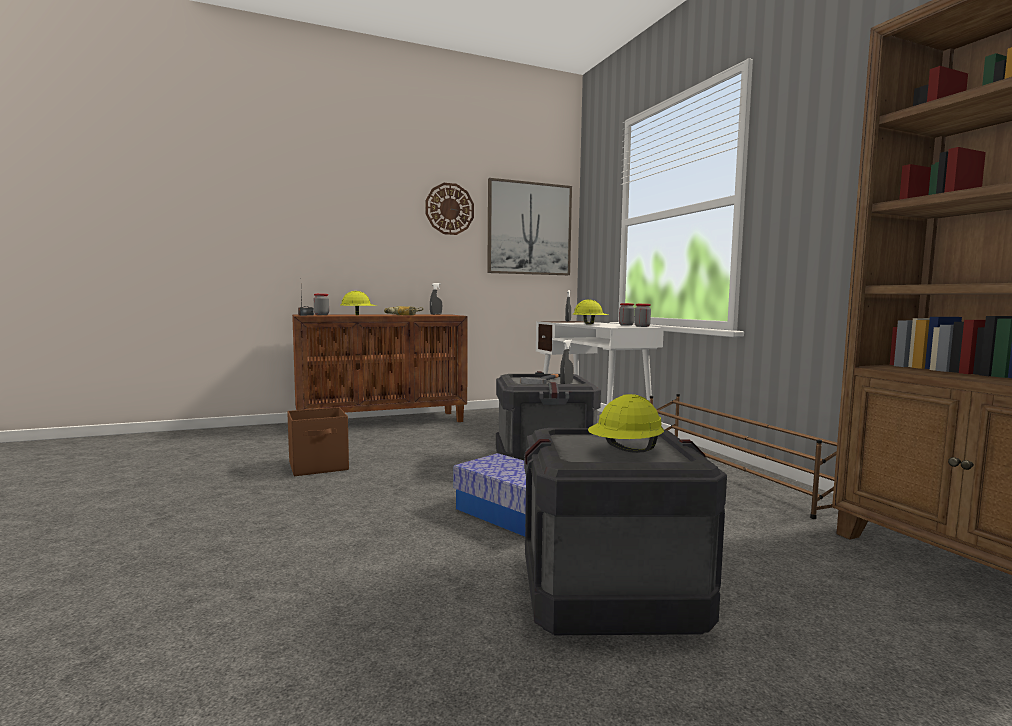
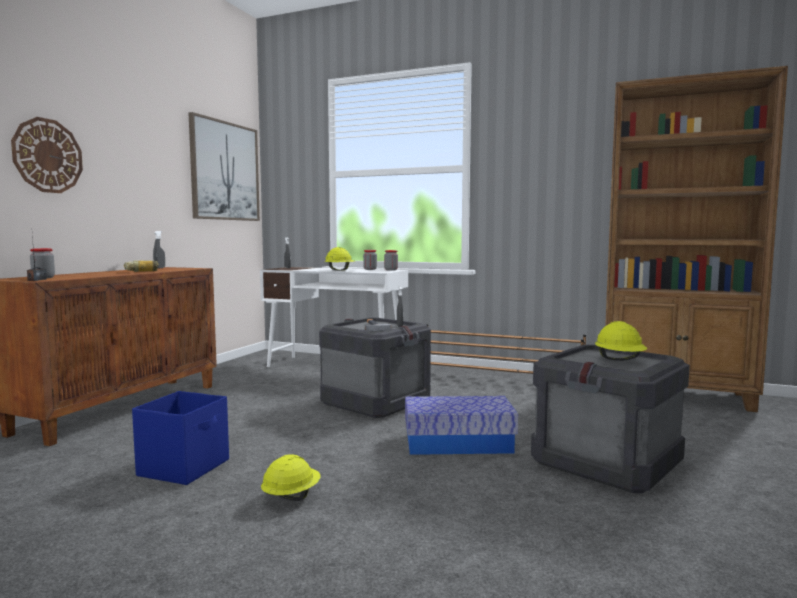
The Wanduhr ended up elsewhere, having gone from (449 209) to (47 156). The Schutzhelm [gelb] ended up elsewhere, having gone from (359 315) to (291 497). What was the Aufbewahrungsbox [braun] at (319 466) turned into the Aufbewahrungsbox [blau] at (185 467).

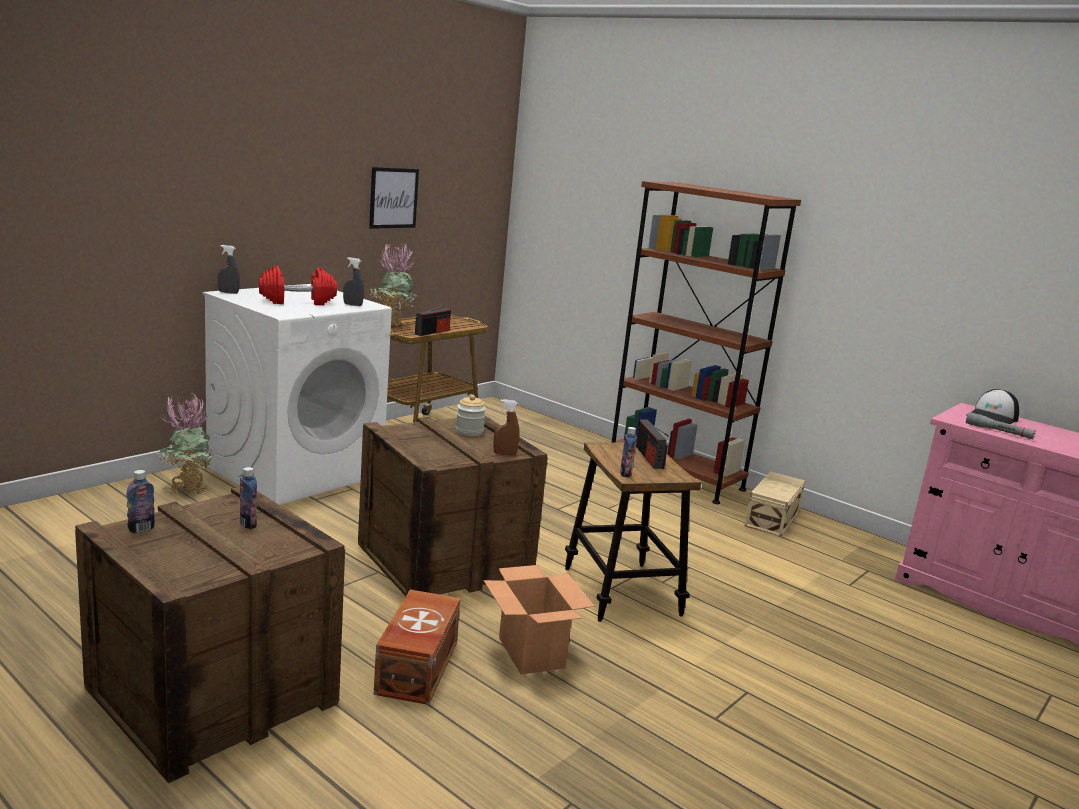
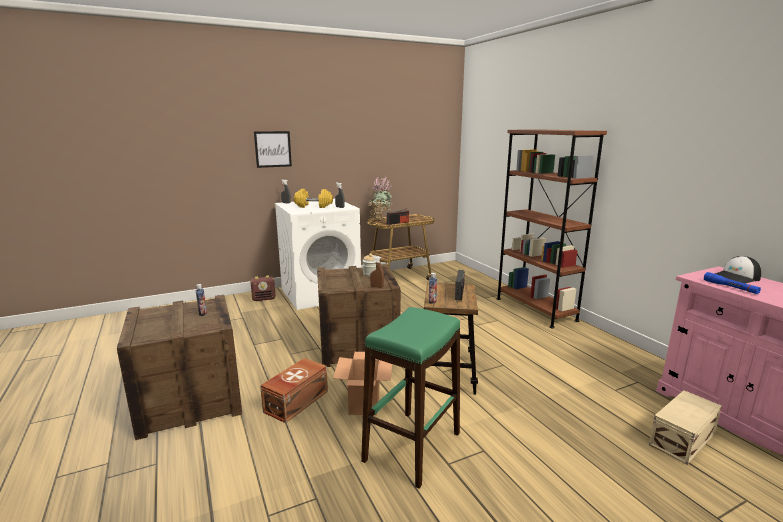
The Bild ended up elsewhere, having gone from (393 198) to (273 149). What was the Hantel [rot] at (298 301) turned into the Hantel [gelb] at (314 206). Where the Topfpflanze stood at (186 489), the Radio came to stand at (264 299). What was the Taschenlampe [grau] at (998 432) turned into the Taschenlampe [blau] at (730 287). The second view lost the Flasche at (141 529). The Aufbewahrungsbox [beige] ended up elsewhere, having gone from (773 519) to (683 439). The second view gained the Hocker [grün] at (412 447).

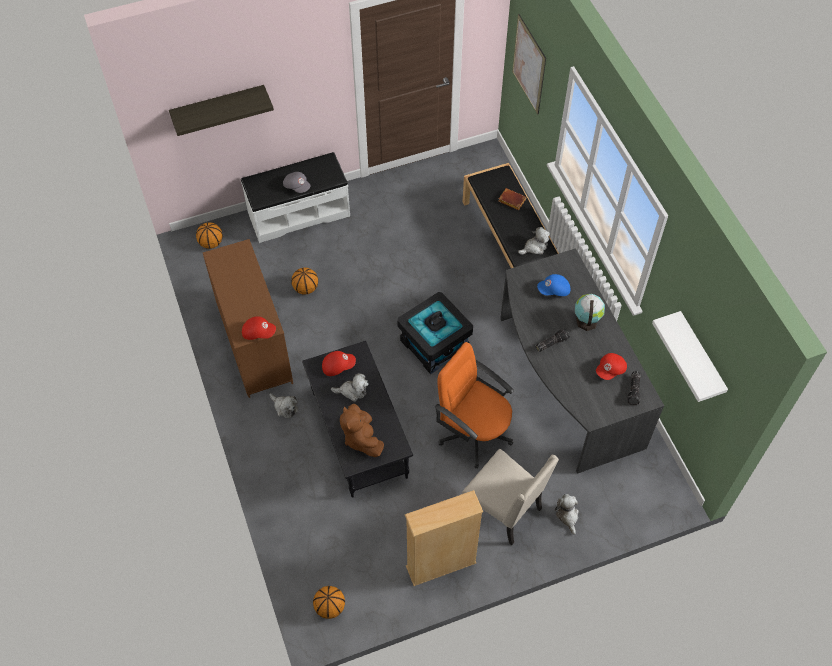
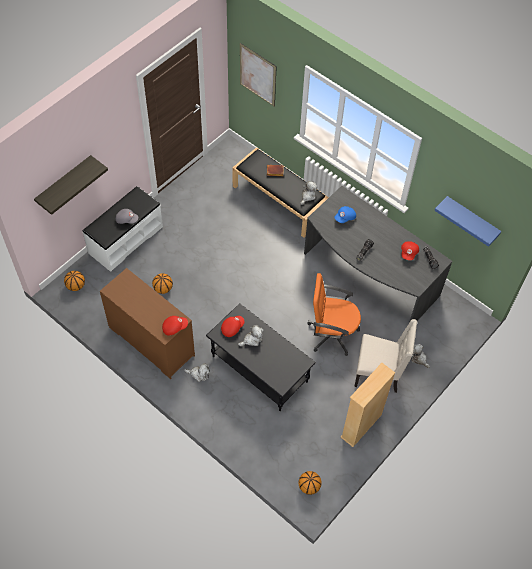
The second view lost the Aufbewahrungsbox [schwarz] at (434 344). The second view lost the Globus at (586 320). What was the Wandregal [weiß] at (700 357) turned into the Wandregal [blau] at (471 219). The second view lost the Plüschtier [braun] at (361 438).

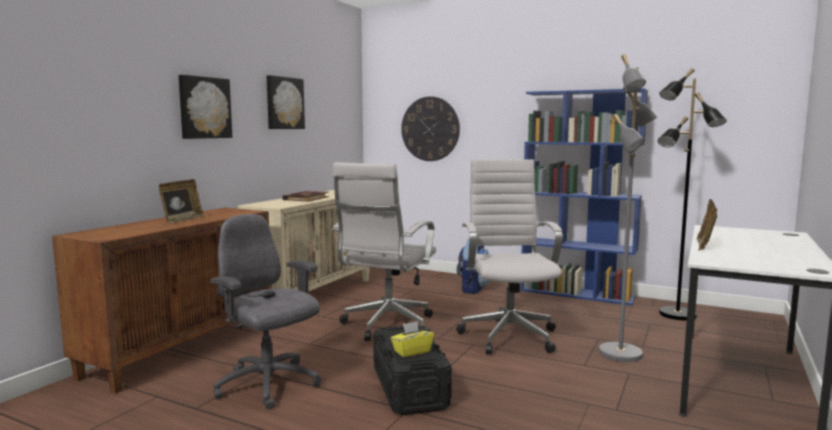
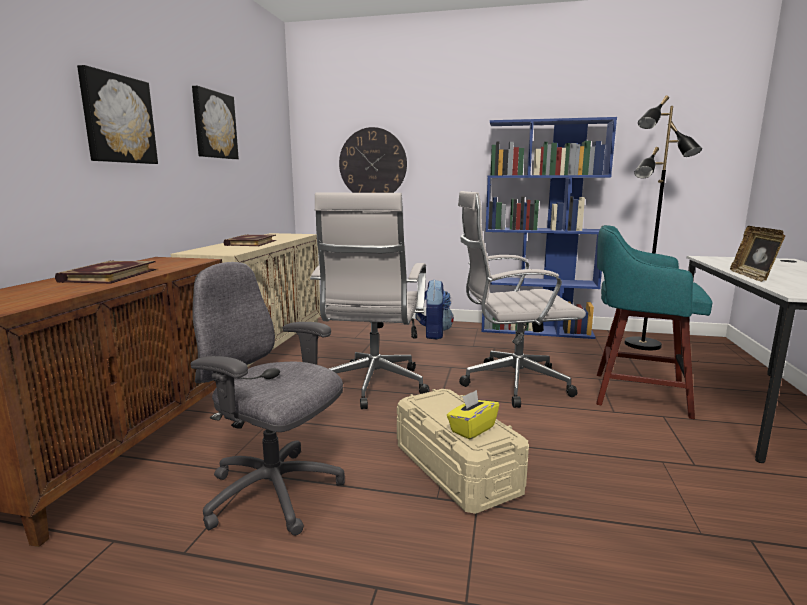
Where the Stehlampe [grau] stood at (621 354), the Hocker [türkis] came to stand at (636 393). The Bürostuhl [weiß] at (508 335) ended up facing another way, 75 degrees counterclockwise from before. Where the Bilderrahmen stood at (182 220), the Buch came to stand at (108 275). What was the Aufbewahrungsbox [schwarz] at (409 388) turned into the Aufbewahrungsbox [beige] at (456 469).

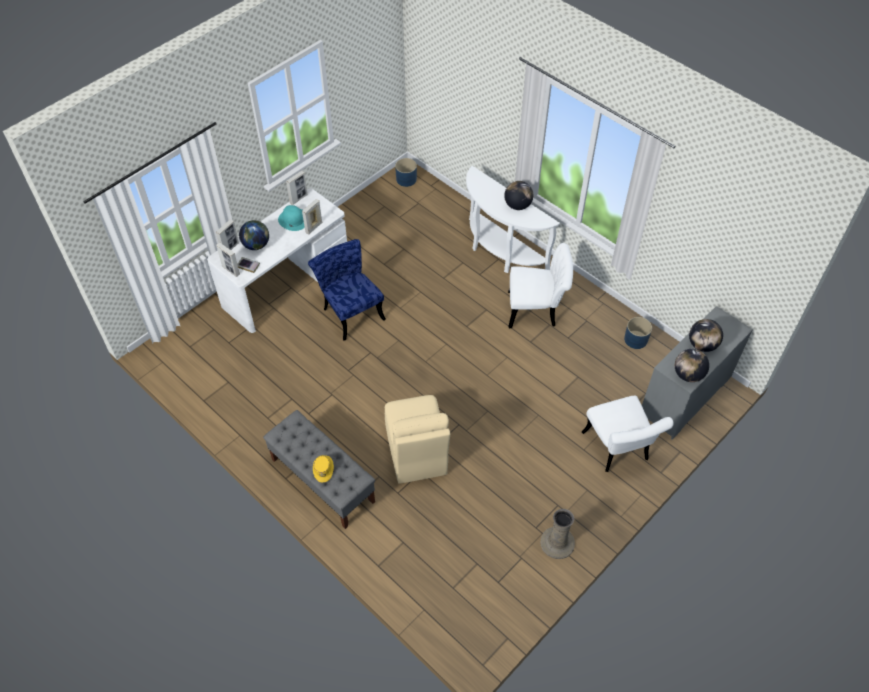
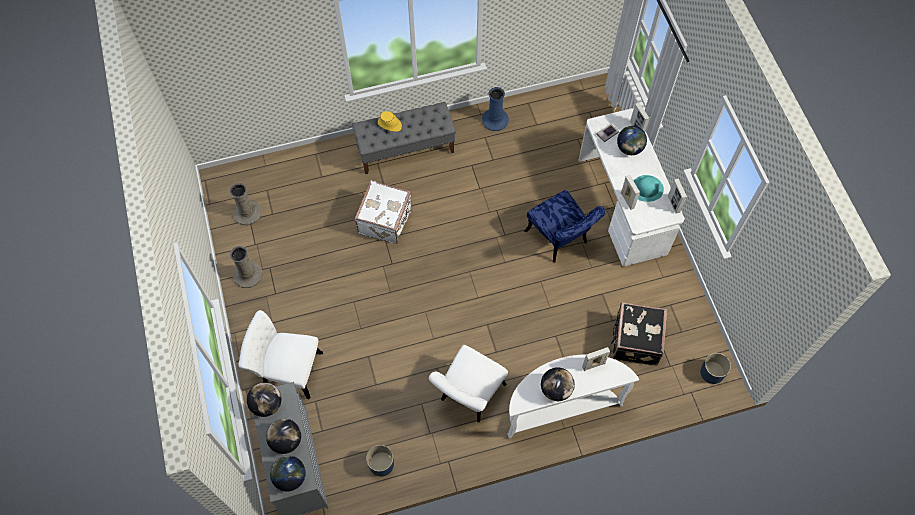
The Stuhl [blau] at (350 311) ended up facing another way, 60 degrees clockwise from before. The Bilderrahmen ended up elsewhere, having gone from (231 270) to (593 365). Where the Stuhl [beige] stood at (416 453), the Koffer [weiß] came to stand at (386 220). The second view gained the Vase [blau] at (495 120). The second view gained the Vase [beige] at (247 212). The second view gained the Koffer [schwarz] at (635 341). The second view gained the Globus at (290 477).

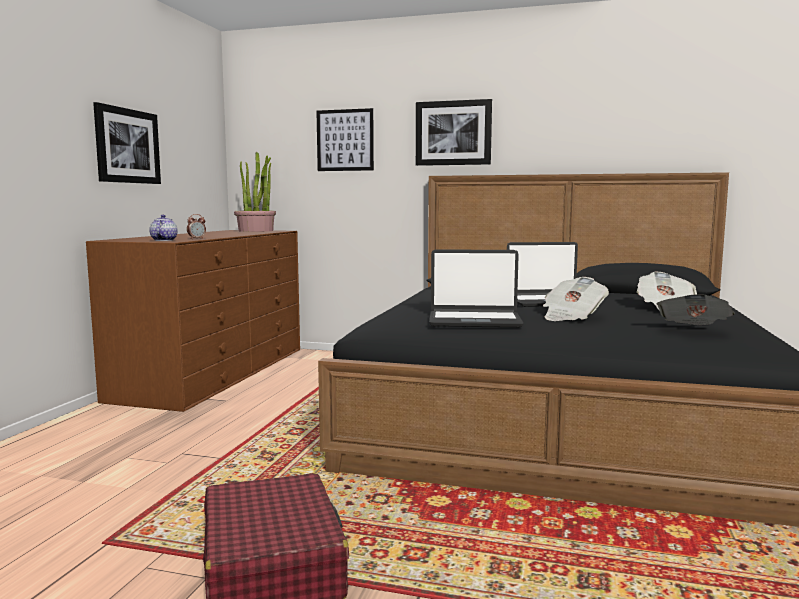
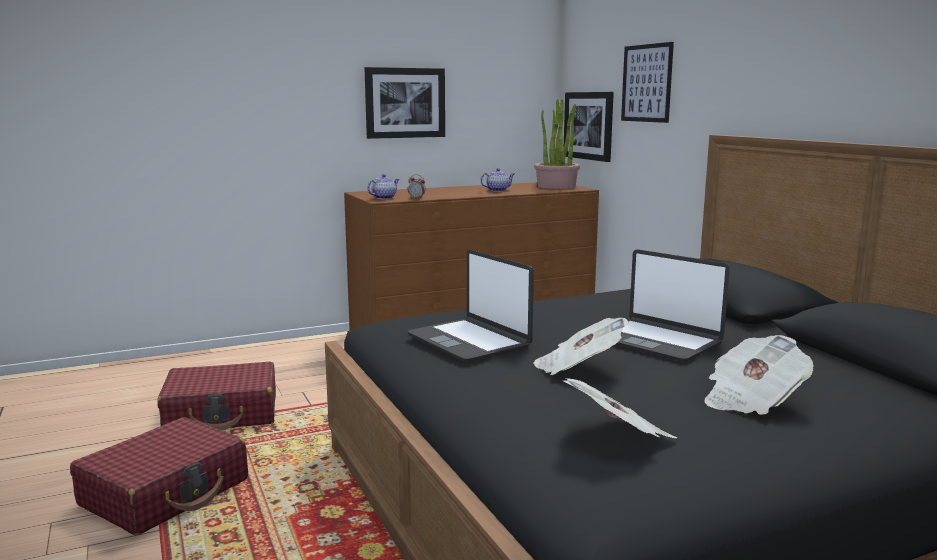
The Bild ended up elsewhere, having gone from (453 133) to (588 125). The second view gained the Teekanne at (498 190). The second view gained the Koffer [rot] at (222 413).

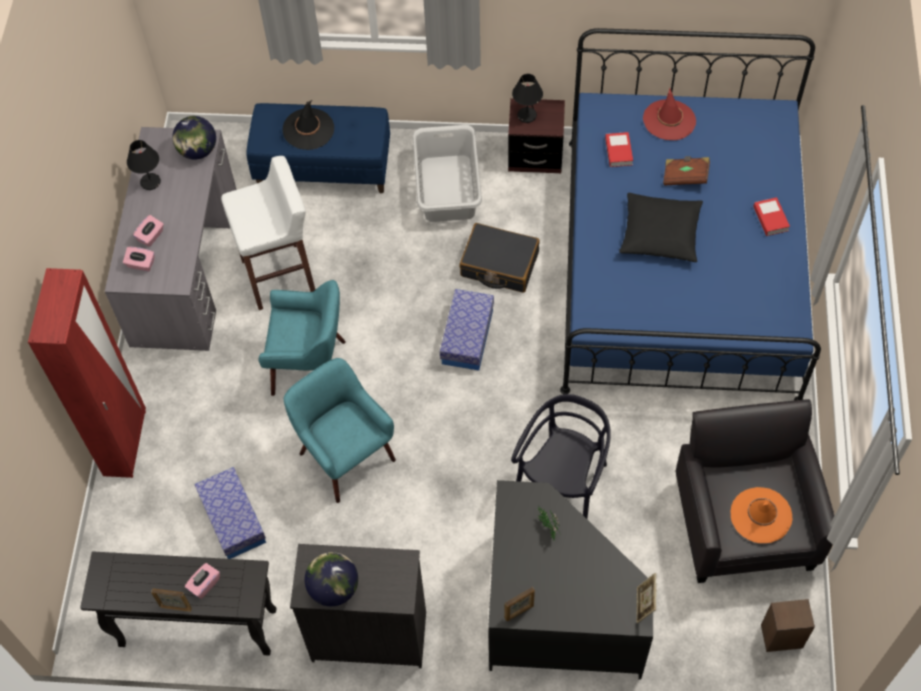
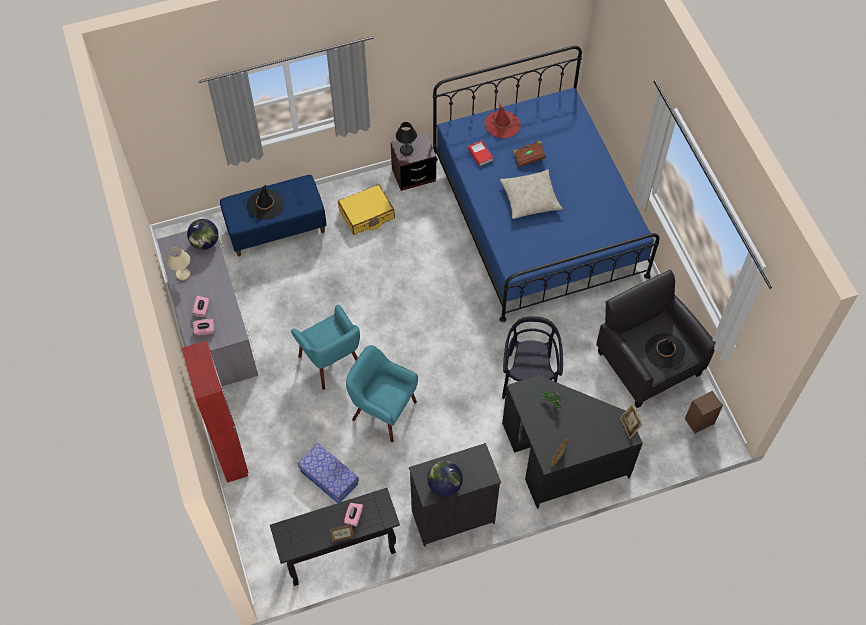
Where the Wäschekorb [grau] stood at (448 188), the Koffer [gelb] came to stand at (366 214). What was the Tischlampe [schwarz] at (151 182) turned into the Tischlampe [beige] at (183 274). The second view lost the Hocker [weiß] at (280 276). What was the Kissen [schwarz] at (660 233) turned into the Kissen [beige] at (530 198). The second view lost the Buch at (770 219). The second view lost the Koffer [schwarz] at (499 265). The Sessel [türkis] at (310 366) ended up facing another way, 75 degrees clockwise from before. The second view lost the Aufbewahrungsbox at (467 337). What was the Hut [orange] at (760 515) turned into the Hut [schwarz] at (664 351).

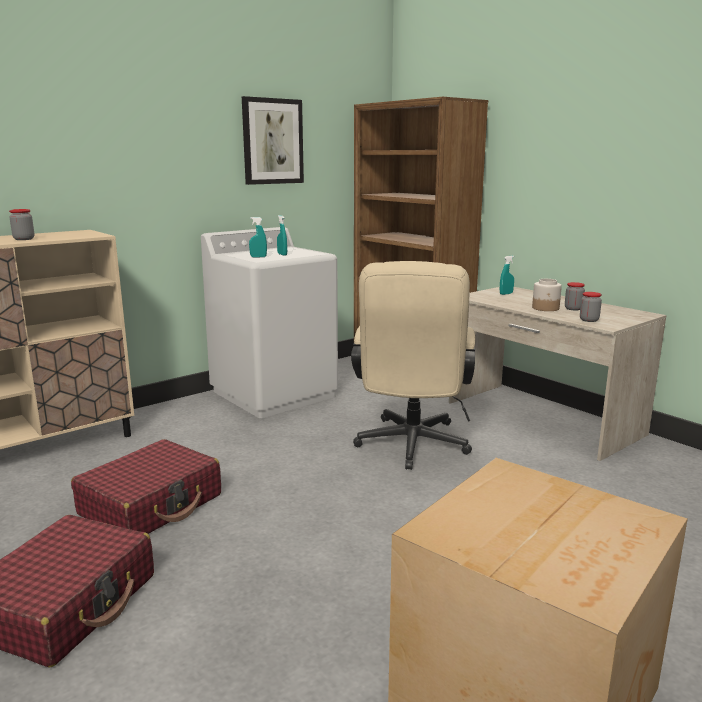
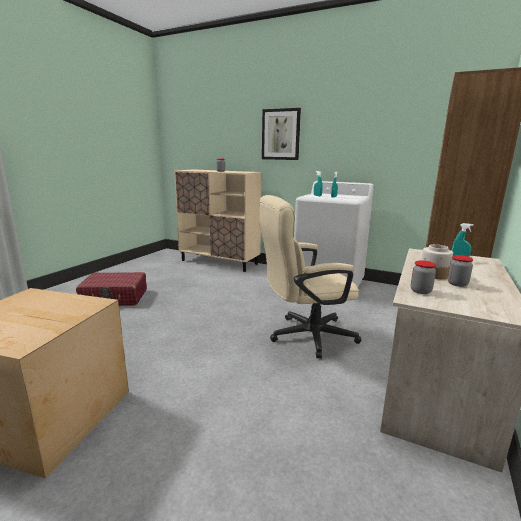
The Bild ended up elsewhere, having gone from (272 141) to (281 134). The second view lost the Koffer [rot] at (152 505).

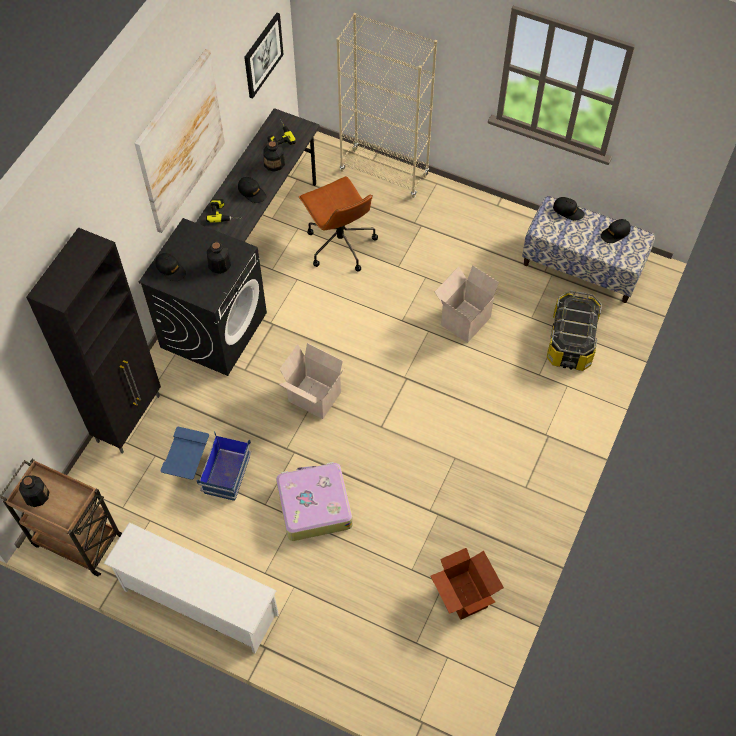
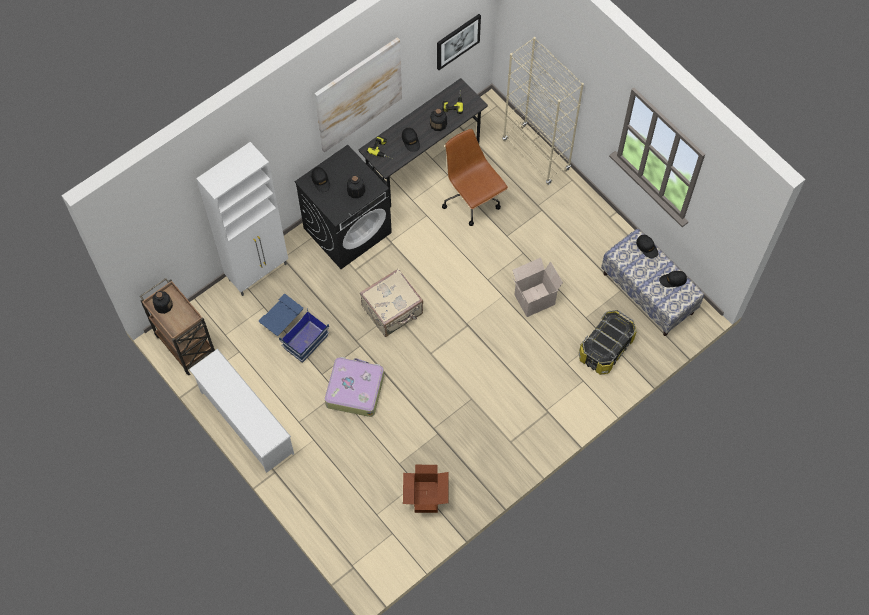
The Bürostuhl [braun] at (340 244) ended up facing another way, 150 degrees clockwise from before. What was the Schrank [schwarz] at (129 418) turned into the Schrank [weiß] at (258 272). Where the Karton stood at (313 398), the Koffer [beige] came to stand at (393 311).

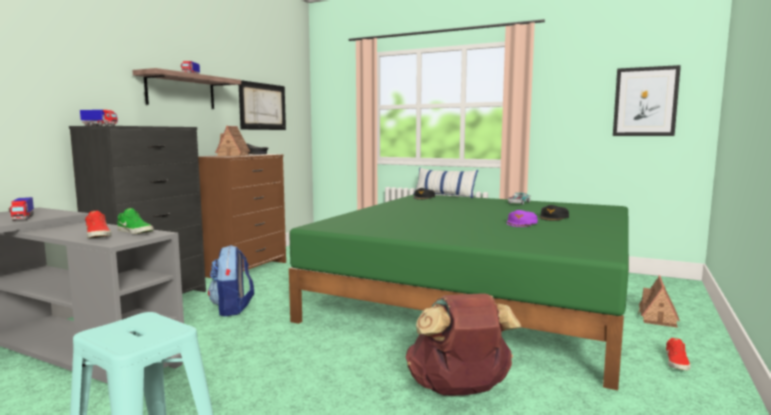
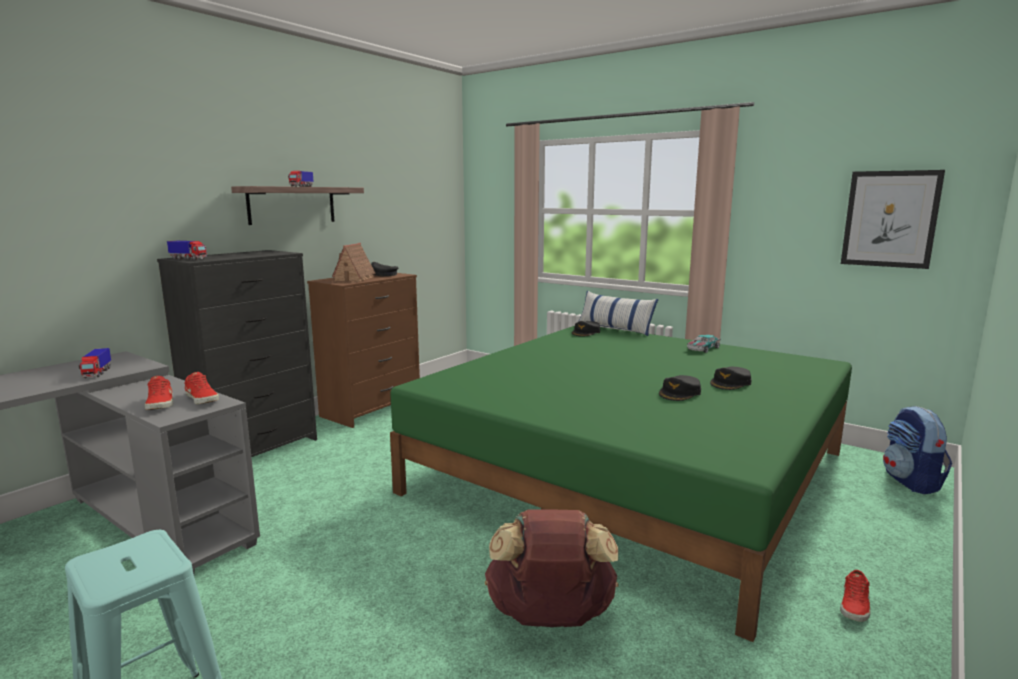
The second view lost the Bild at (263 106). What was the Schuh [grün] at (136 232) turned into the Schuh [rot] at (203 398). What was the Kappe [lila] at (522 223) turned into the Kappe [schwarz] at (680 393). The Rucksack ended up elsewhere, having gone from (233 309) to (911 482). The second view lost the Spielzeughaus at (658 317).

